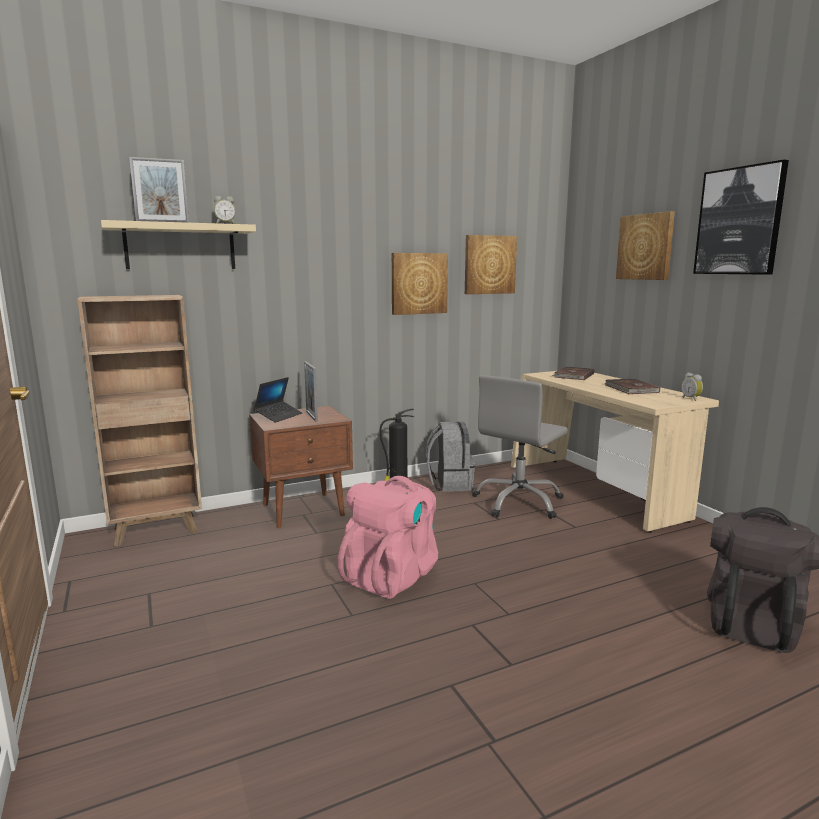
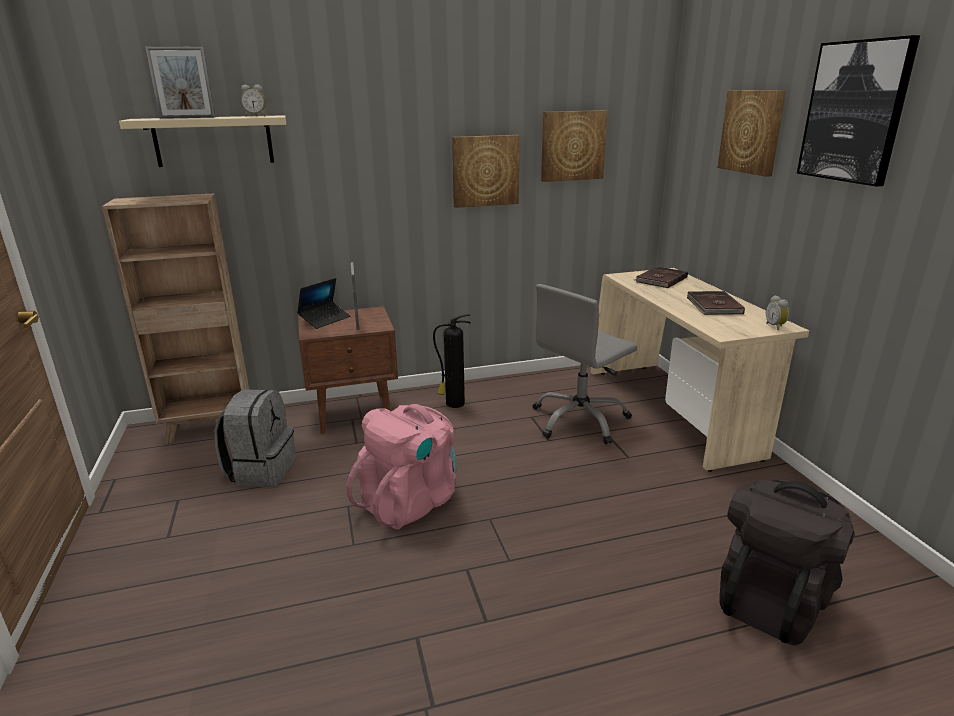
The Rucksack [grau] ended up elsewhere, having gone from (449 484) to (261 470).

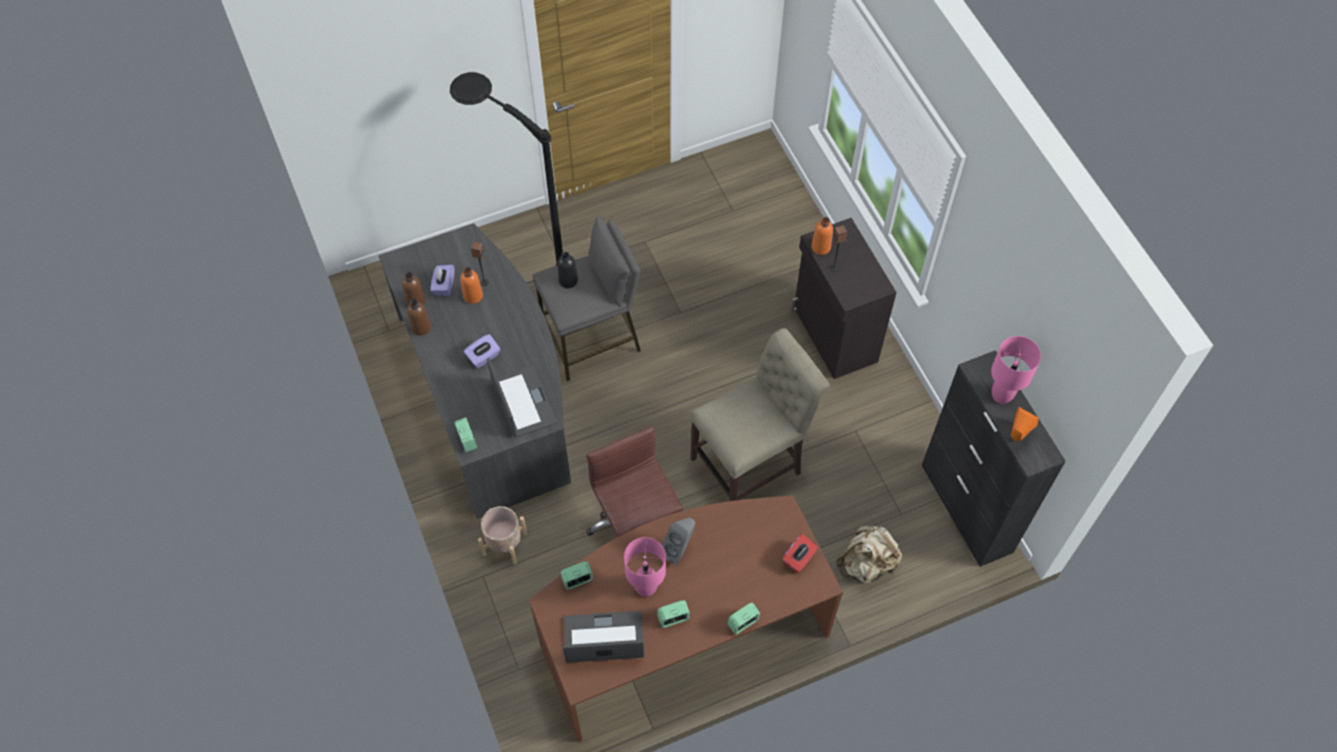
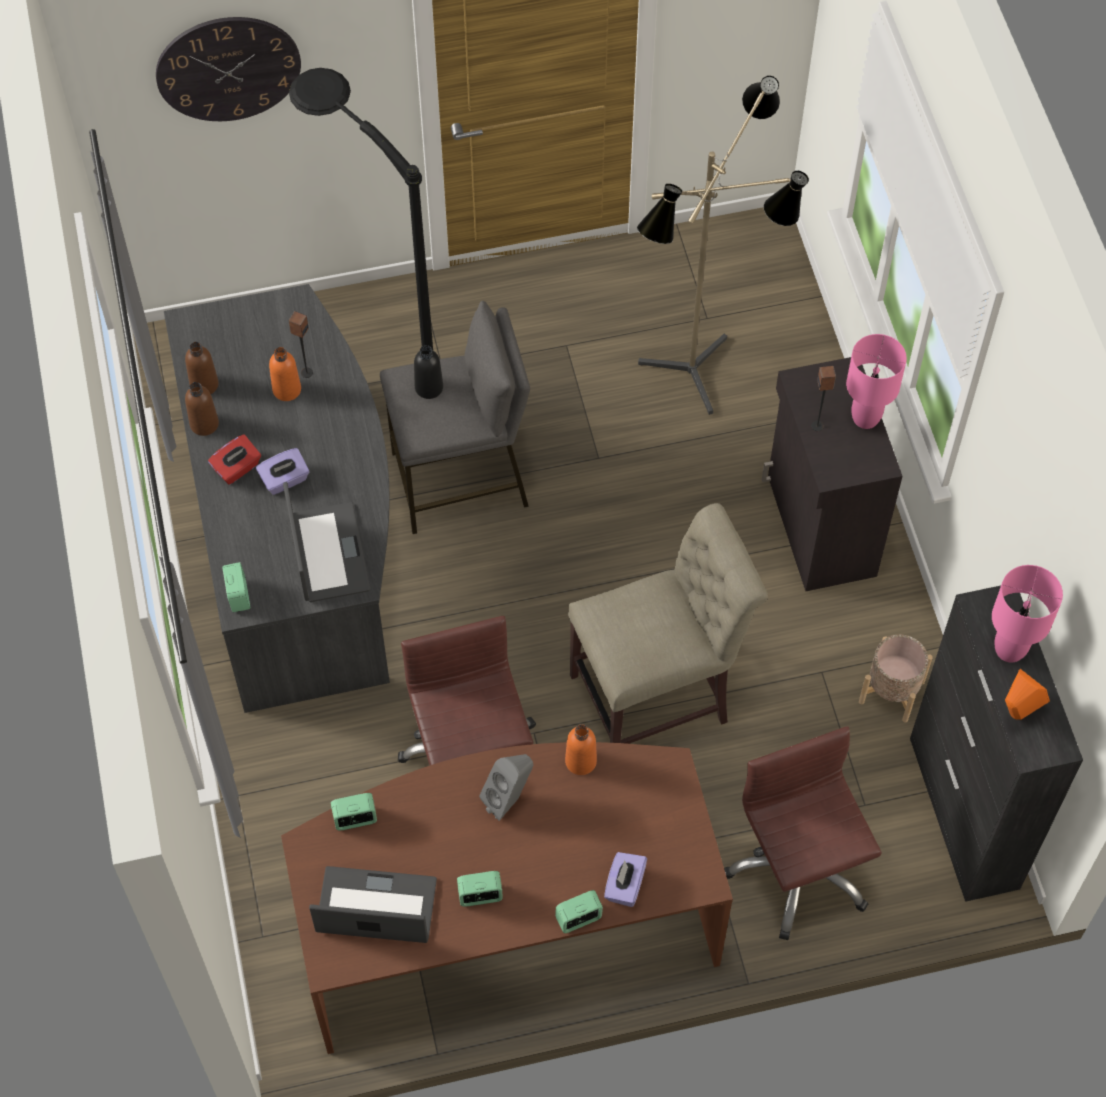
The Flasche [orange] ended up elsewhere, having gone from (821 247) to (580 761). The Taschentuchbox [lila] ended up elsewhere, having gone from (444 285) to (624 885). The Pflanzkübel [beige] ended up elsewhere, having gone from (505 543) to (891 691). Where the Rucksack [beige] stood at (866 564), the Bürostuhl [braun] came to stand at (797 870). The Taschentuchbox [rot] ended up elsewhere, having gone from (799 558) to (237 468). The Tischlampe [rosa] ended up elsewhere, having gone from (645 587) to (865 417). The second view gained the Wanduhr at (228 68). The second view gained the Stehlampe at (701 376).

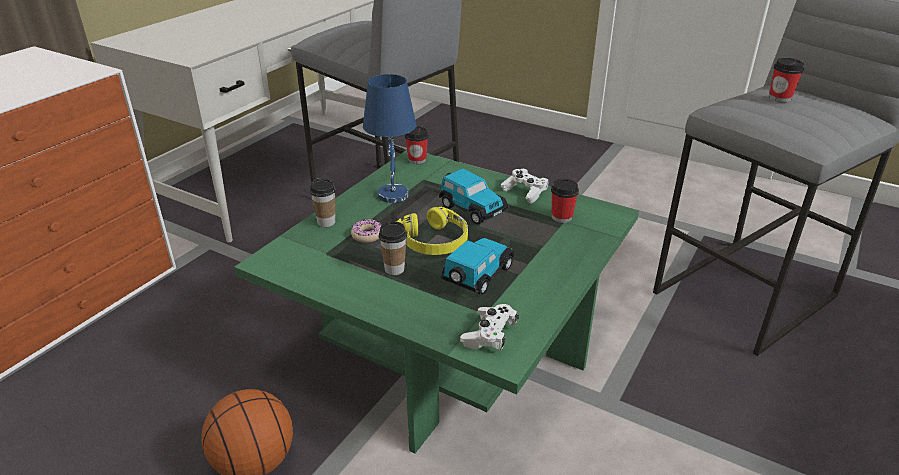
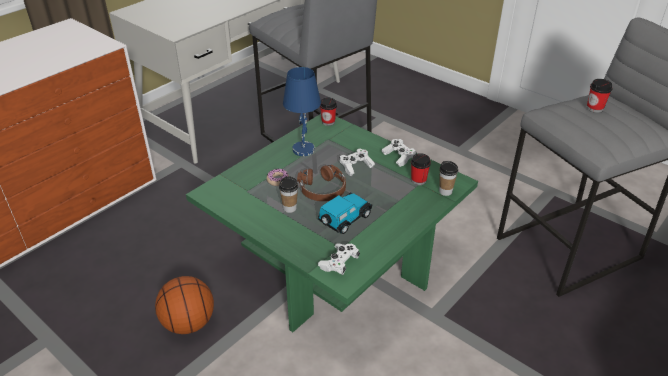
Where the Spielzeugauto stood at (471 208), the Gamepad [weiß] came to stand at (356 166). The Tasse ended up elsewhere, having gone from (326 222) to (445 191). What was the Kopfhörer [gelb] at (435 241) turned into the Kopfhörer [braun] at (323 190).

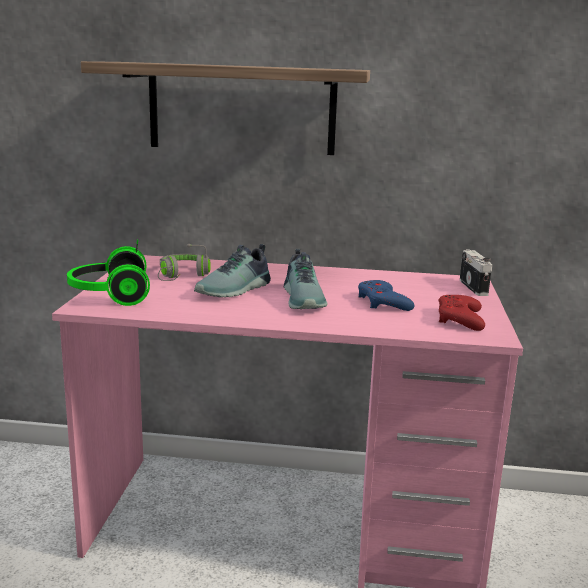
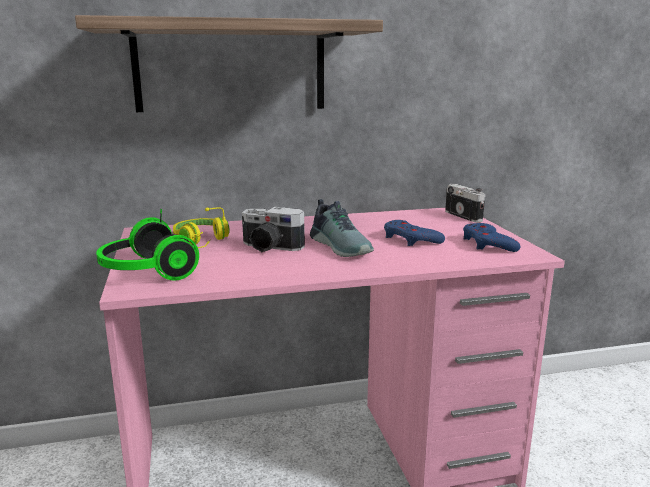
What was the Kopfhörer [grau] at (182 276) turned into the Kopfhörer [gelb] at (201 242). Where the Schuh stood at (236 290), the Kamera came to stand at (269 247). What was the Gamepad [rot] at (460 318) turned into the Gamepad [blau] at (488 244).

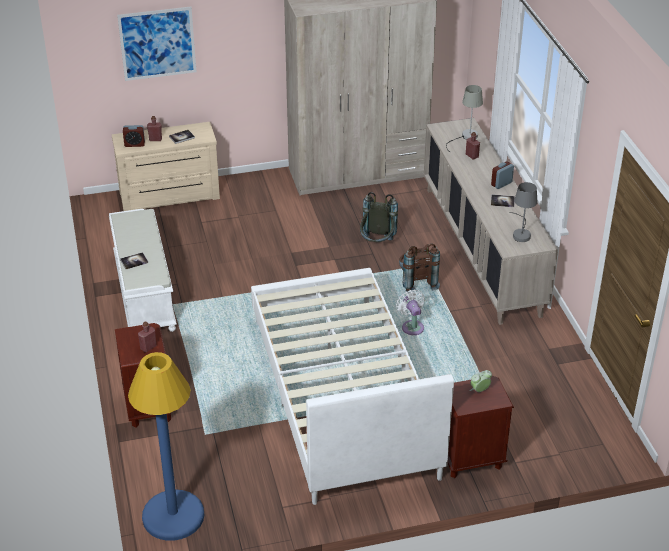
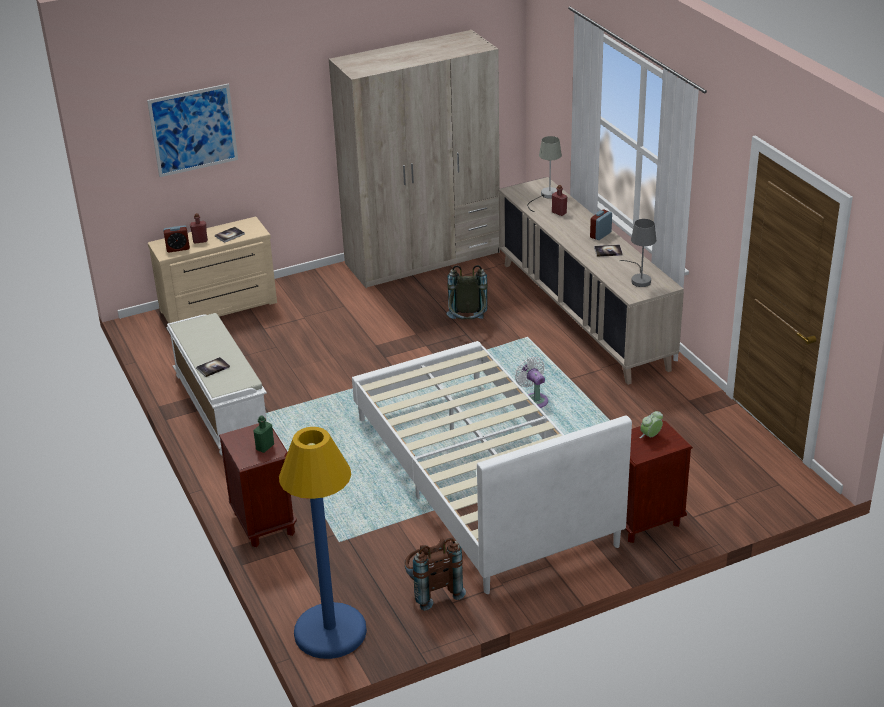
The Rucksack [braun] ended up elsewhere, having gone from (416 282) to (432 590). What was the Flasche [rot] at (148 347) turned into the Flasche [grün] at (265 447).

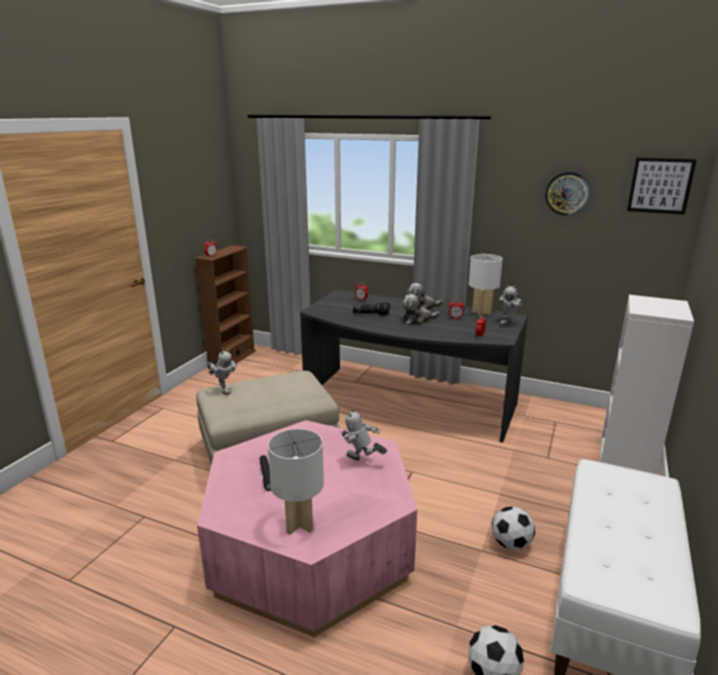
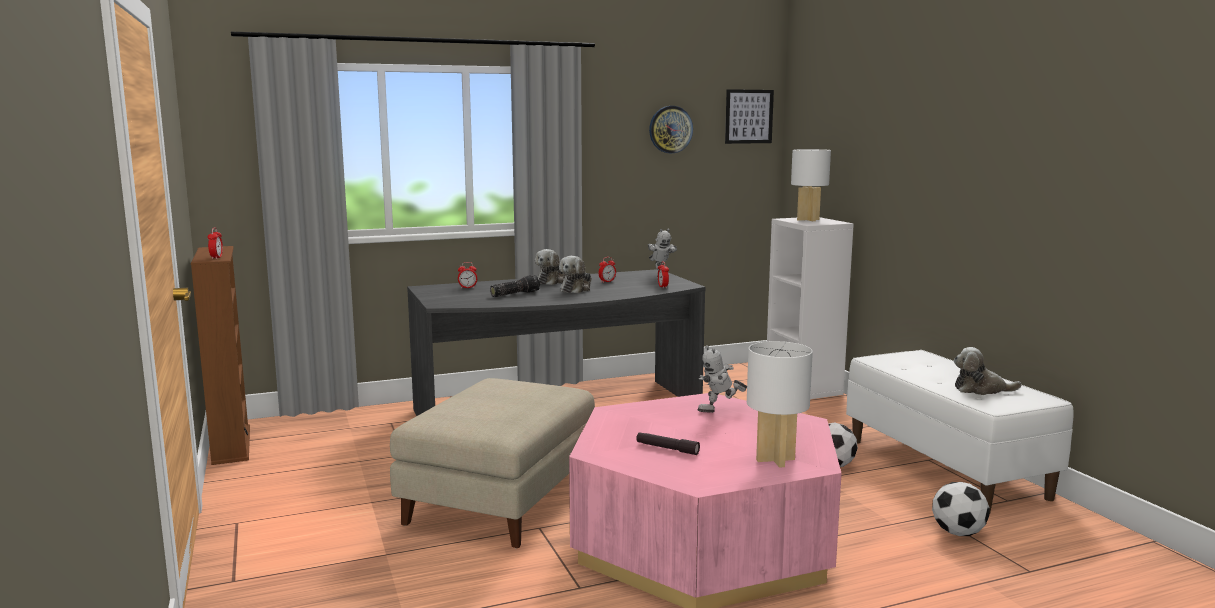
The Tischlampe [weiß] ended up elsewhere, having gone from (481 312) to (808 220). The second view lost the Spielzeugroboter at (223 390). The second view gained the Plüschtier at (981 389).

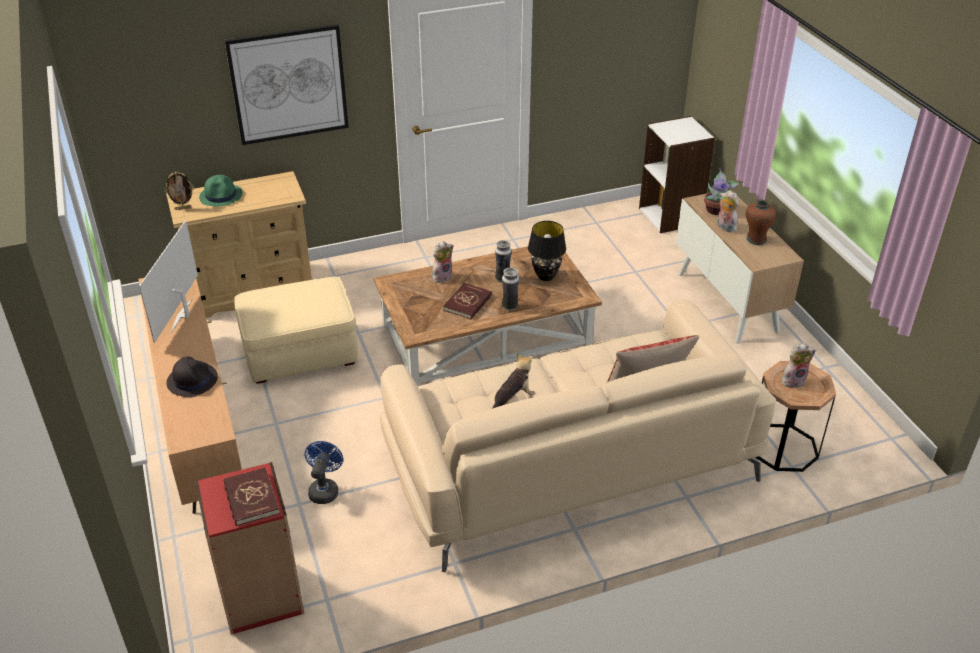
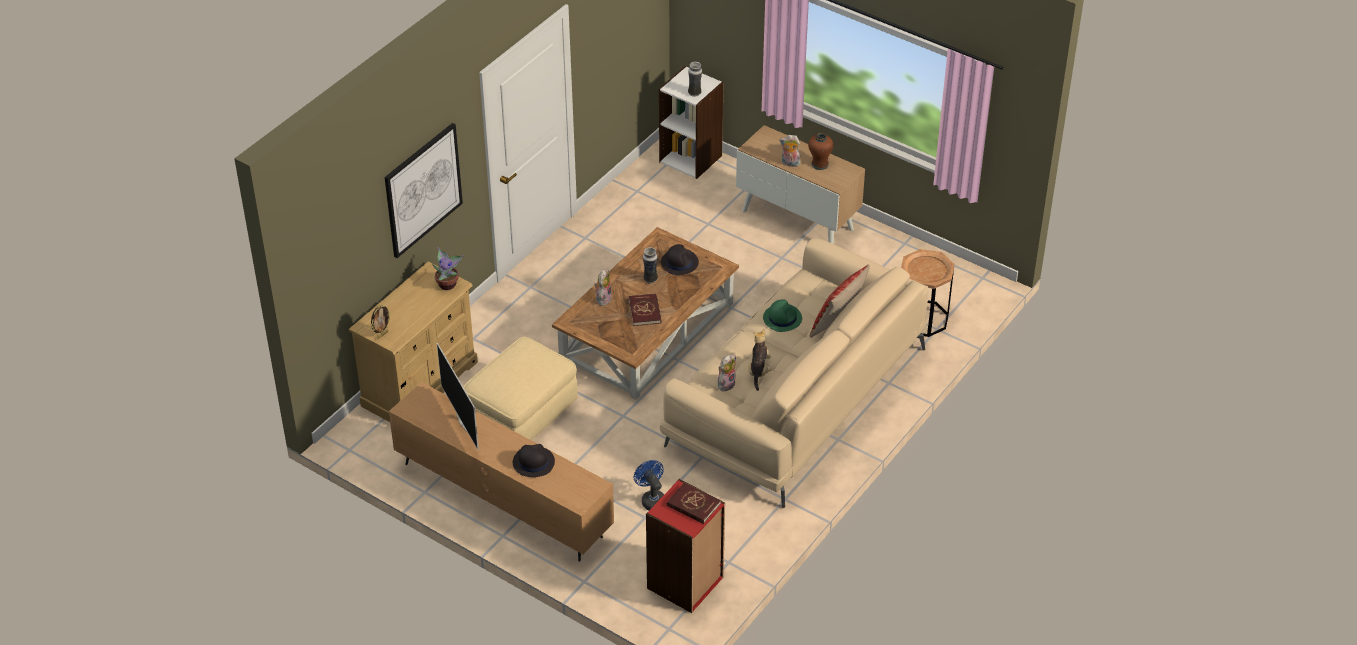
The Topfpflanze ended up elsewhere, having gone from (716 210) to (448 284). The Hut [grün] ended up elsewhere, having gone from (221 196) to (782 318). Where the Tischlampe [schwarz] stood at (545 276), the Hut [schwarz] came to stand at (679 262). The Vase ended up elsewhere, having gone from (510 307) to (695 93). The Plüschtier ended up elsewhere, having gone from (793 380) to (726 384).

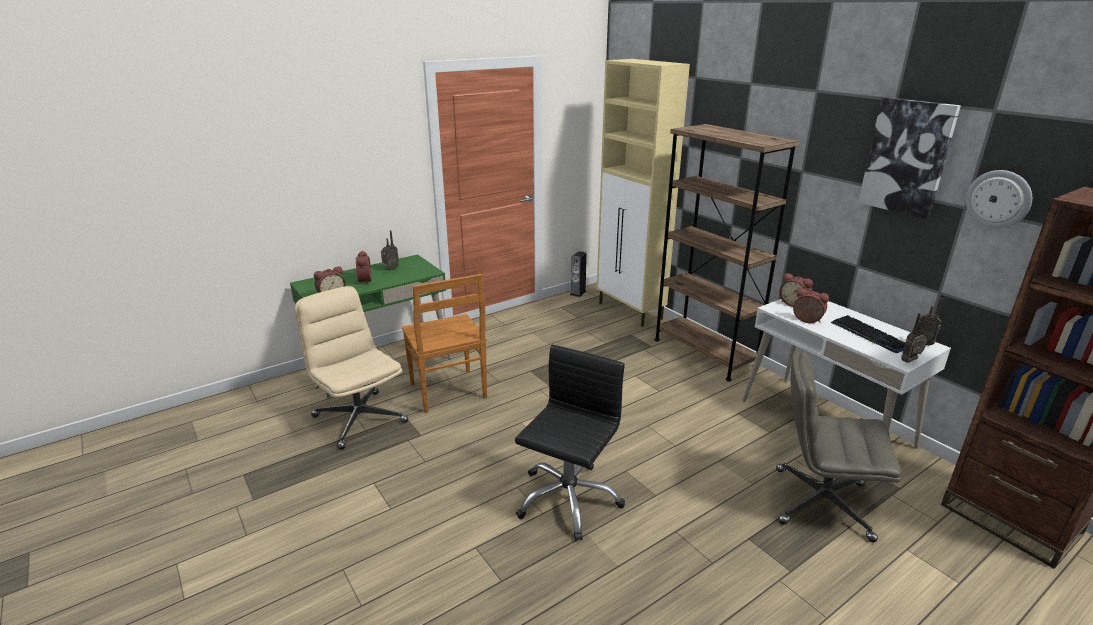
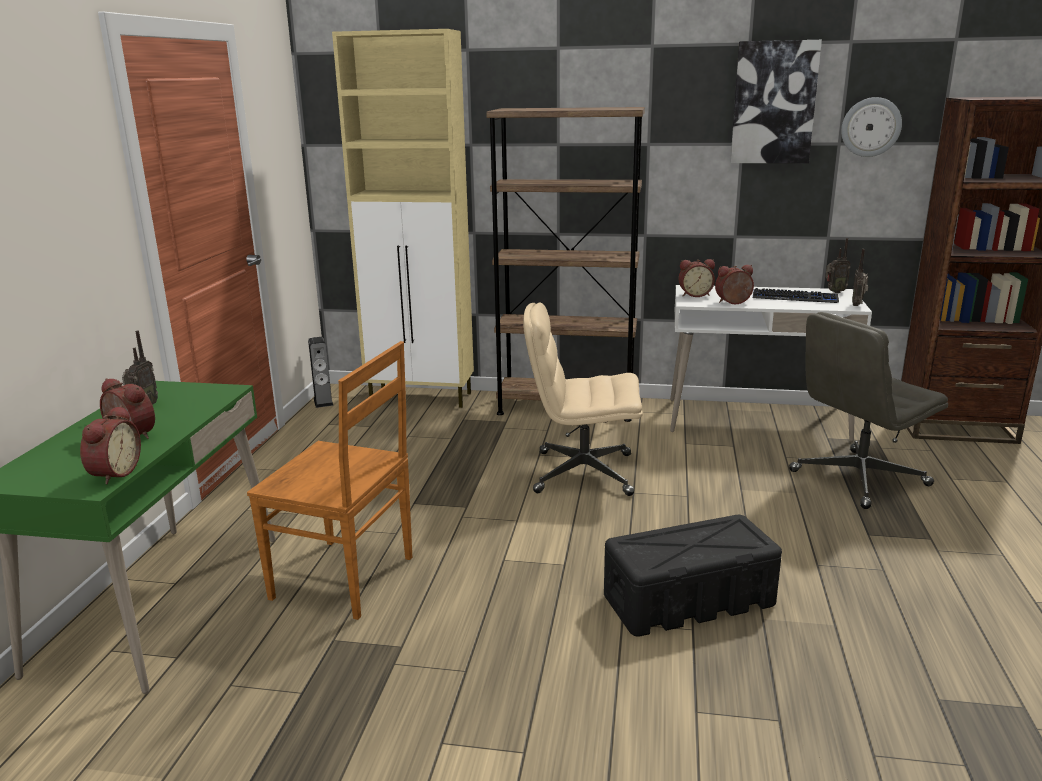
The Bürostuhl [beige] ended up elsewhere, having gone from (359 419) to (582 473). Where the Bürostuhl [schwarz] stood at (567 499), the Aufbewahrungsbox [schwarz] came to stand at (689 600).

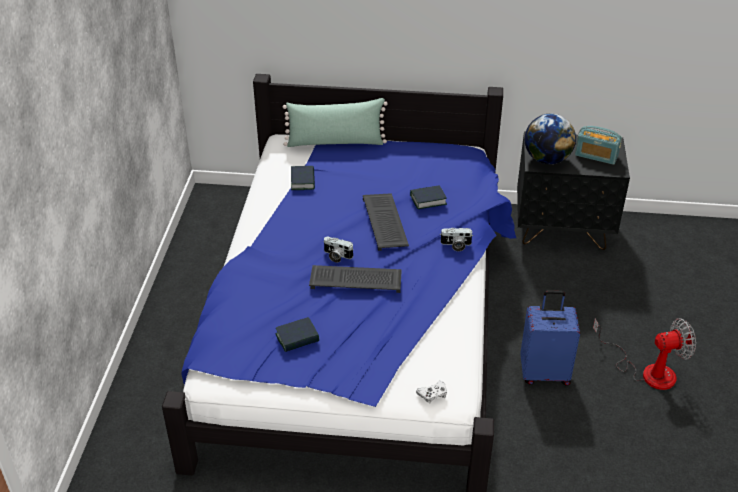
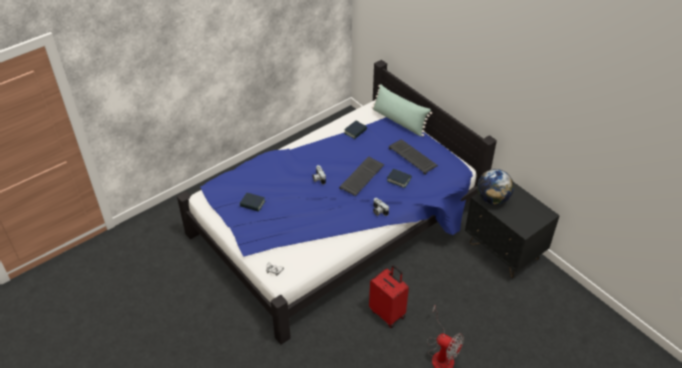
The second view lost the Radio at (596 156). The Tastatur ended up elsewhere, having gone from (357 279) to (413 157). What was the Koffer [blau] at (544 372) turned into the Koffer [rot] at (388 313).

